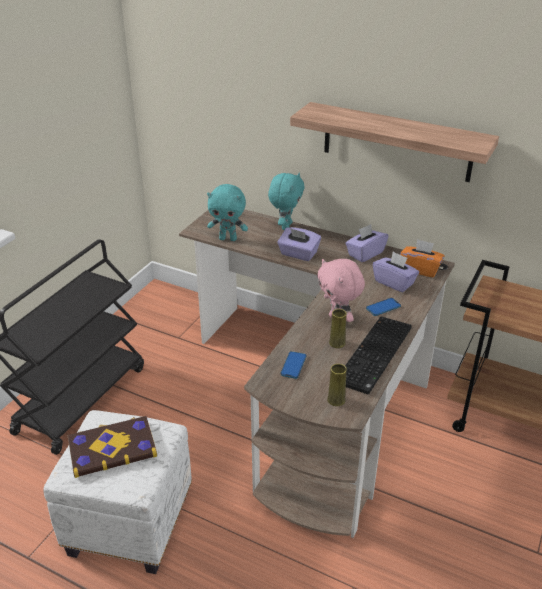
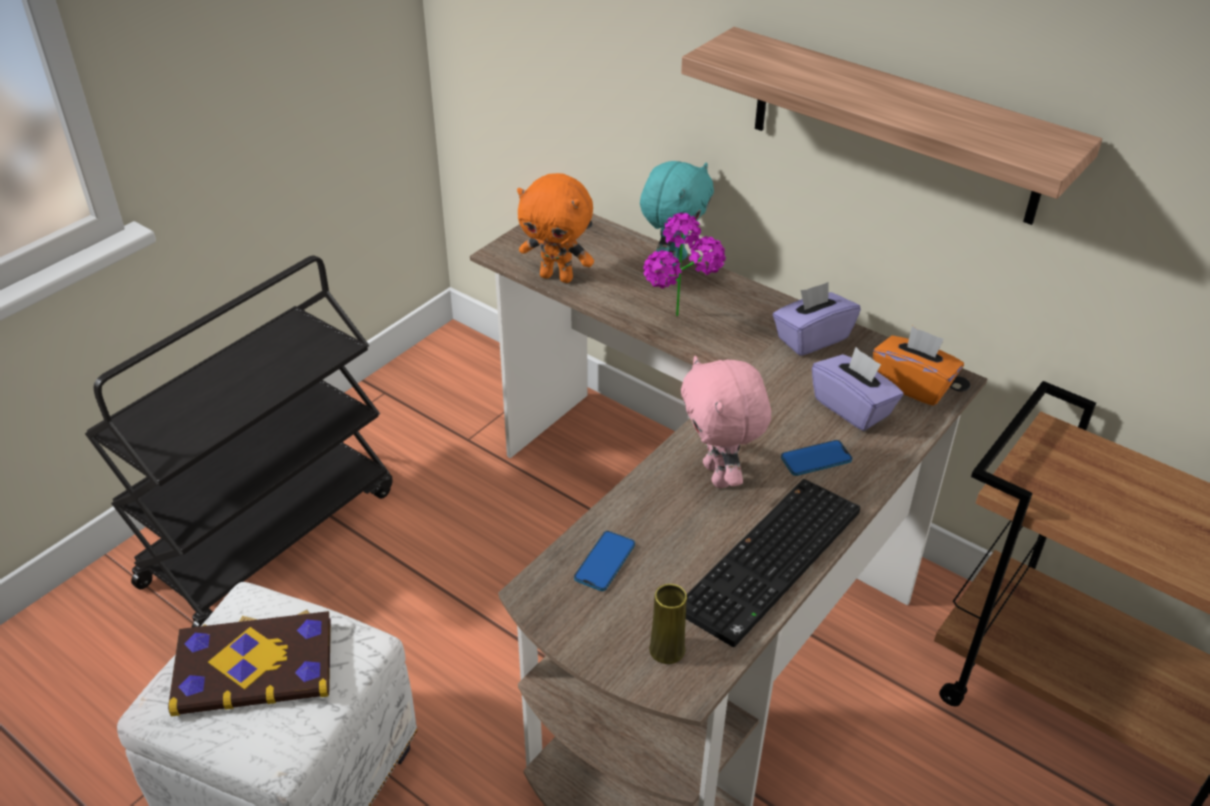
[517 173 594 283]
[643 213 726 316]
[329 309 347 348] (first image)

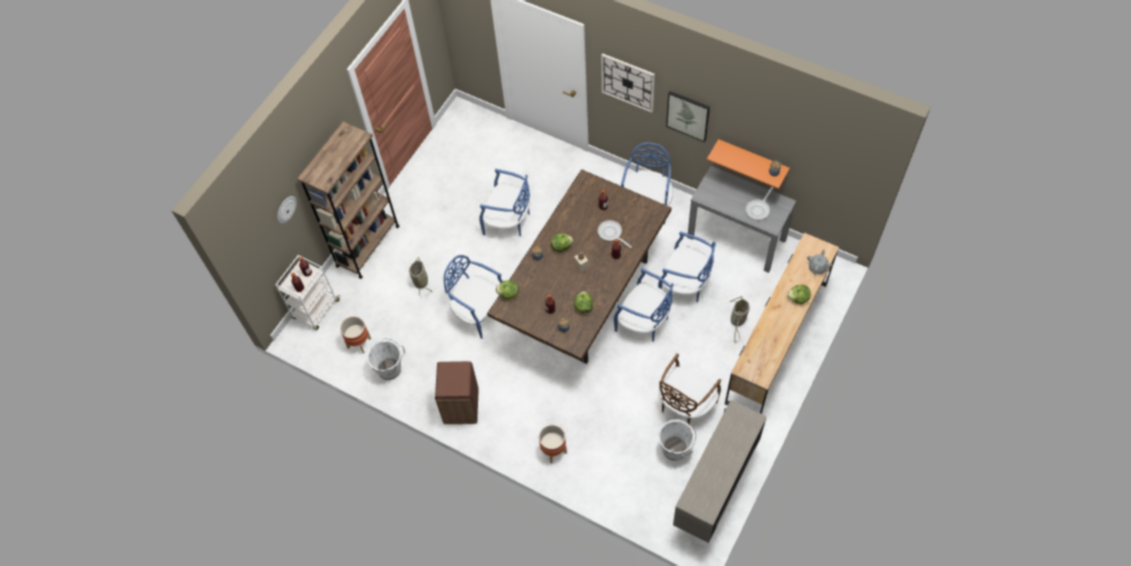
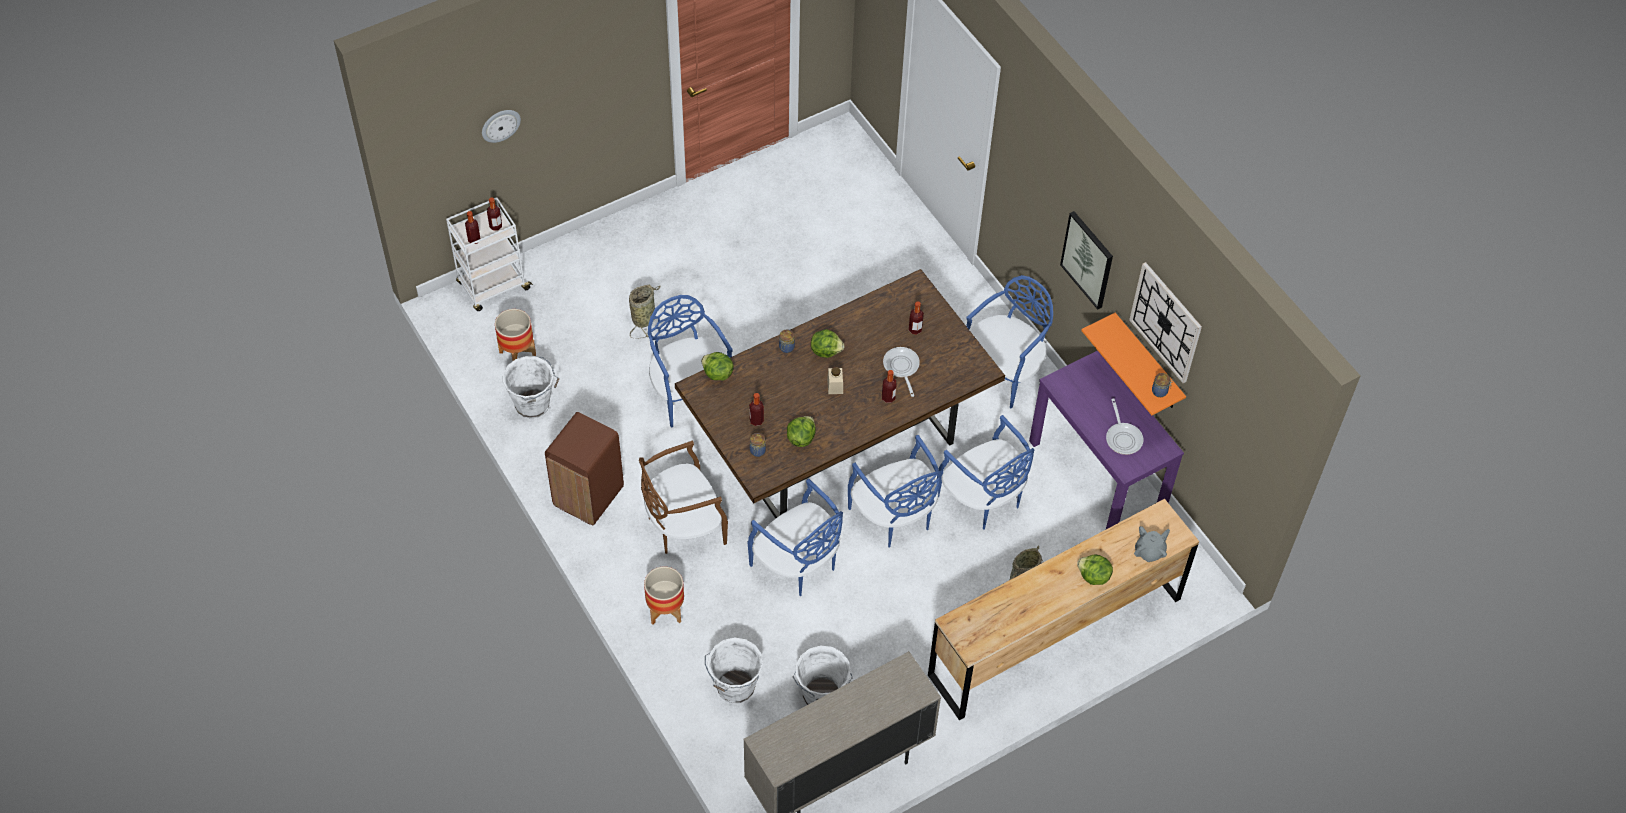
[639 441 728 554]
[705 638 763 703]
[747 479 843 596]
[1029 350 1184 529]
[1106 398 1144 455]
[1129 262 1202 383]
[297 121 400 279] (first image)

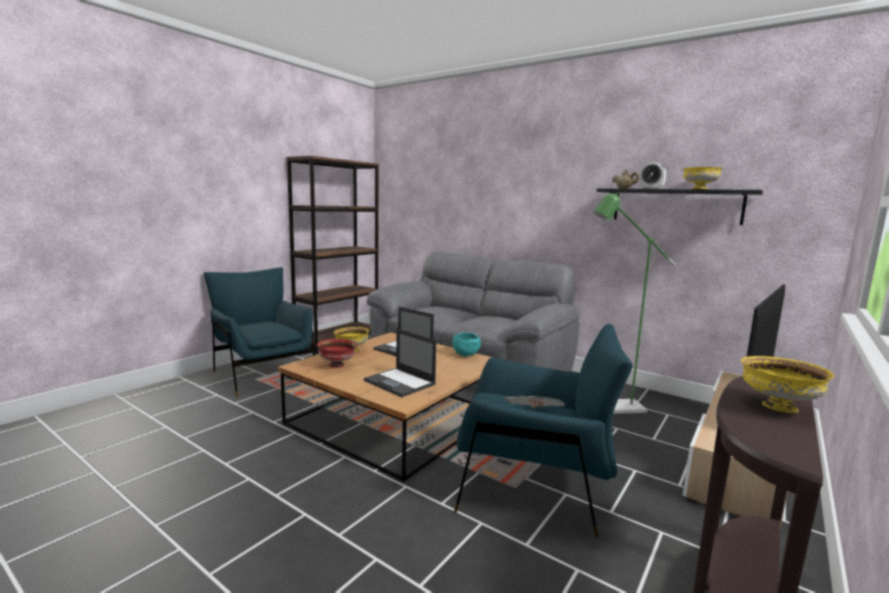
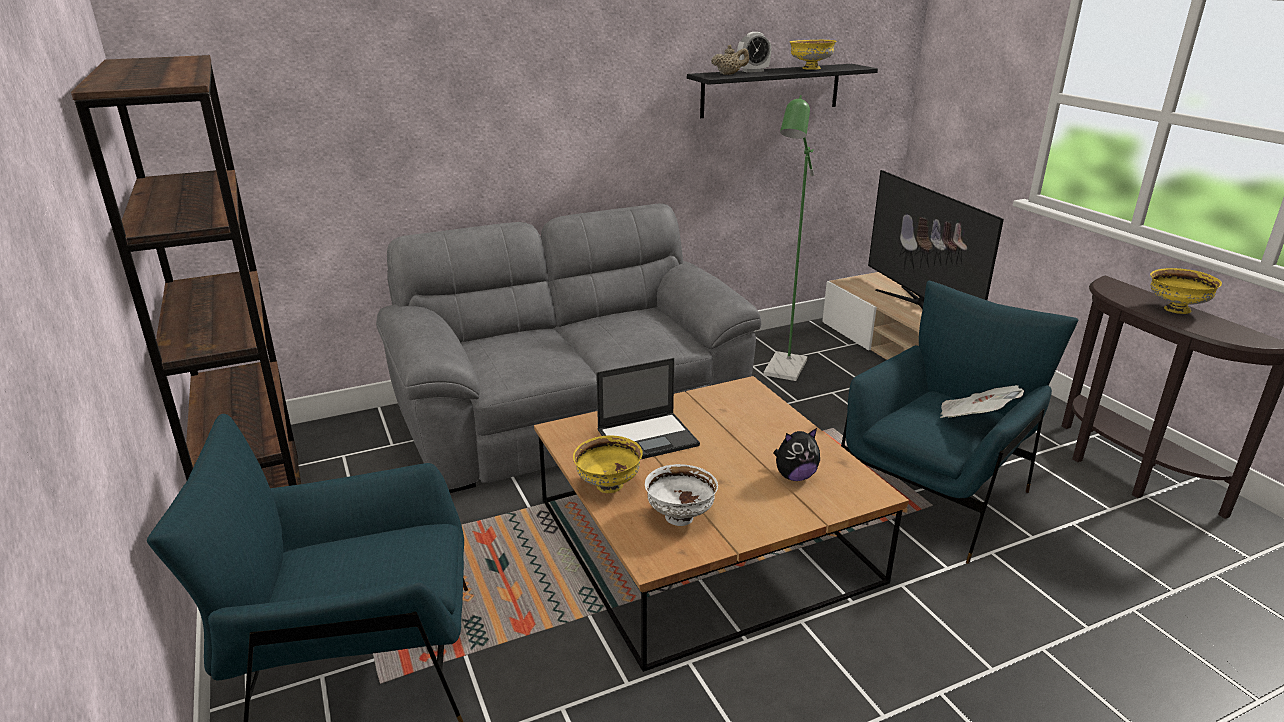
[645 464 718 526]
[773 428 820 481]
[452 332 481 356] (first image)

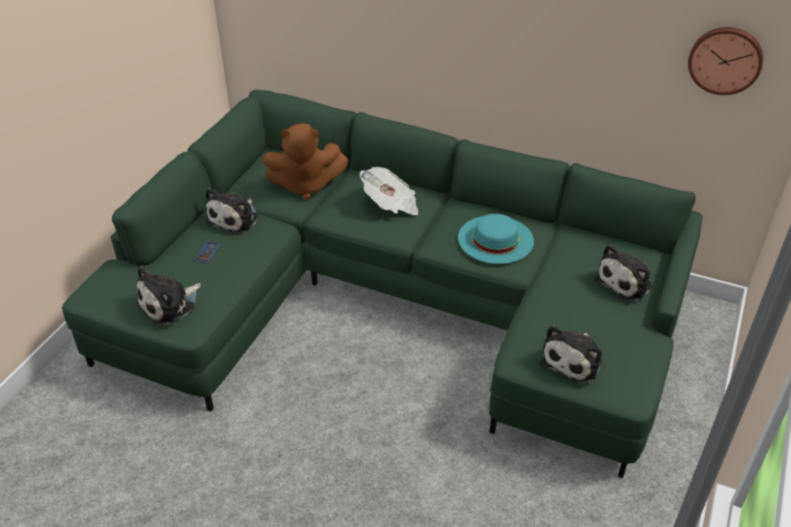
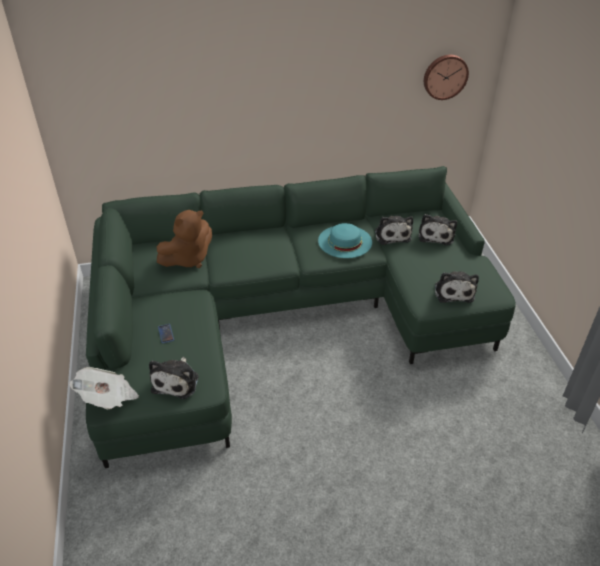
[69 367 139 409]
[375 216 413 245]

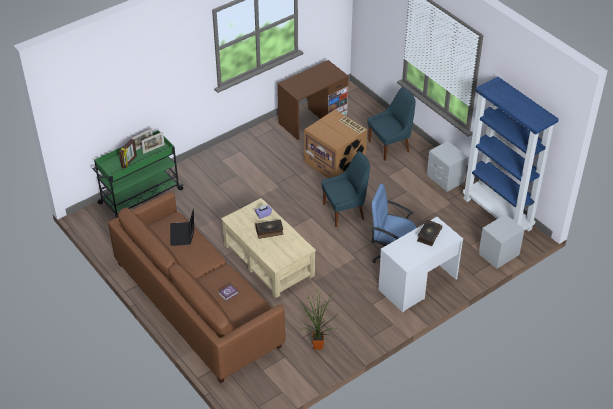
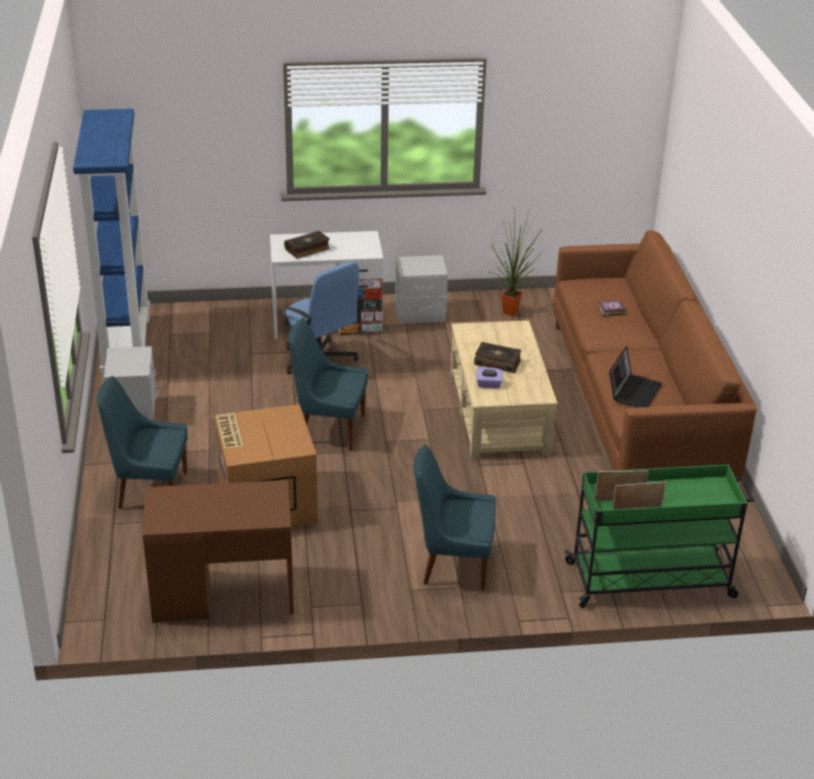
[395 255 448 324]
[414 445 496 591]
[119 139 137 169] (first image)

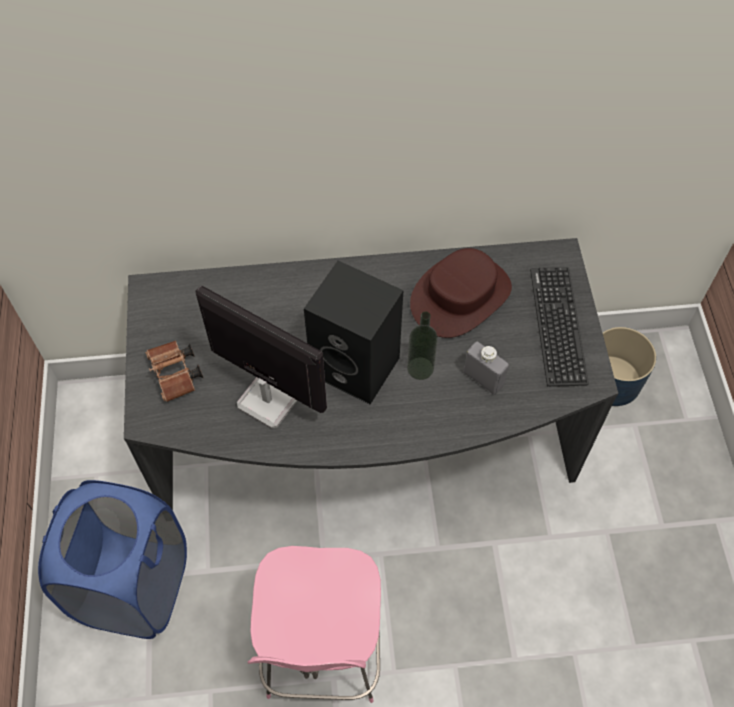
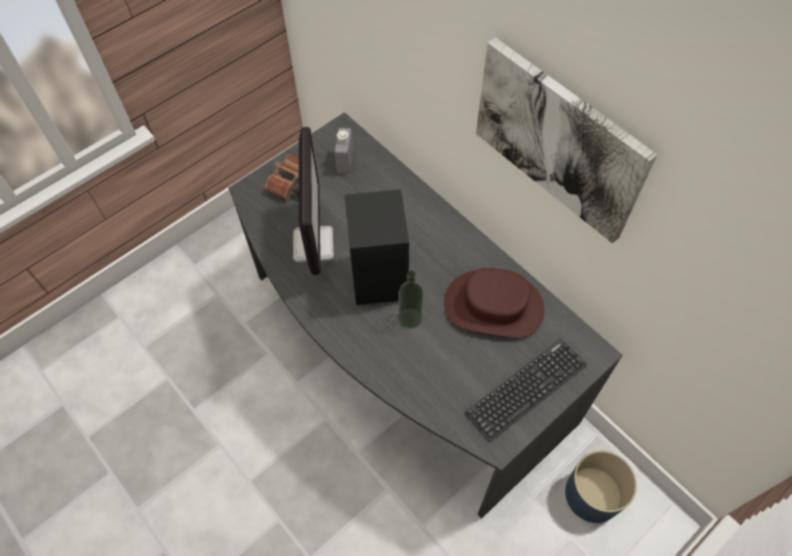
[335 128 354 174]
[476 37 658 243]
[38 480 187 639] (first image)
[247 546 381 703] (first image)

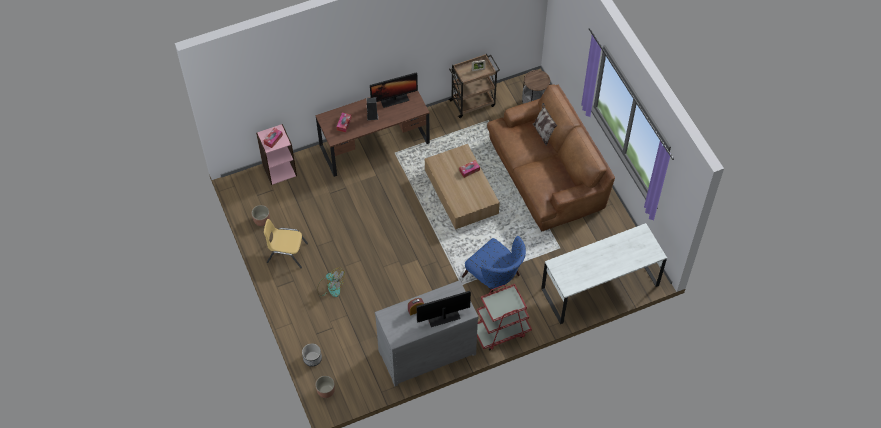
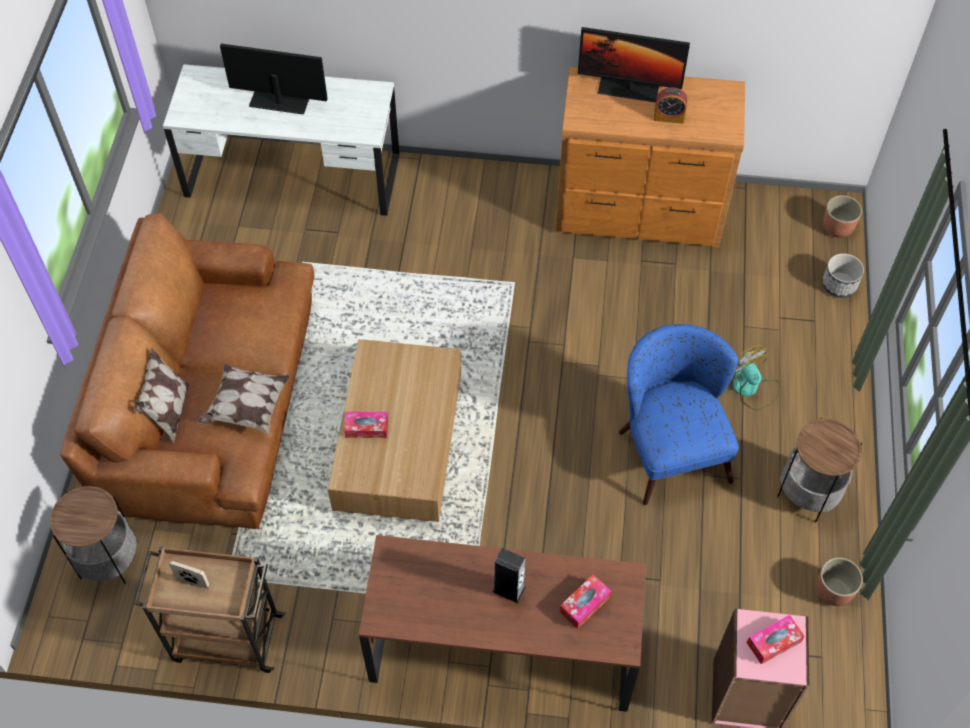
[199 363 290 434]
[220 44 328 115]
[555 67 745 248]
[619 324 739 505]
[777 418 862 523]
[477 284 532 351] (first image)

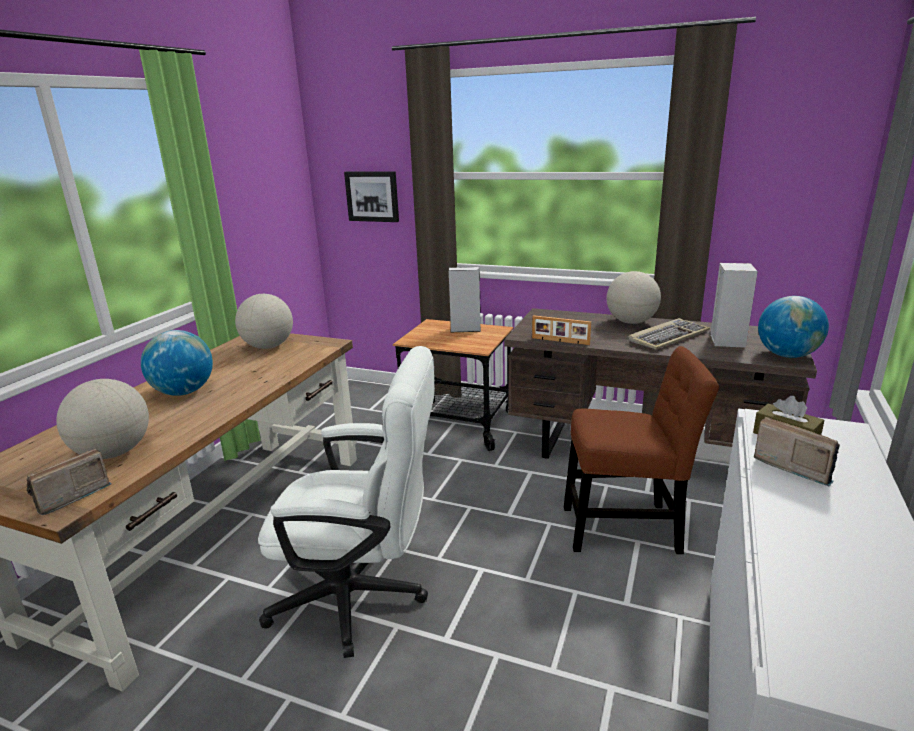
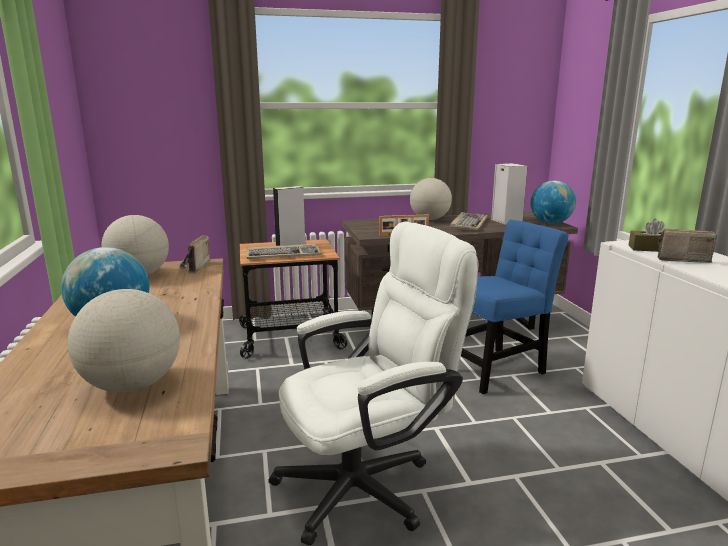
[179 235 210 273]
[246 244 322 259]
[461 219 568 394]
[344 171 399 222] (first image)

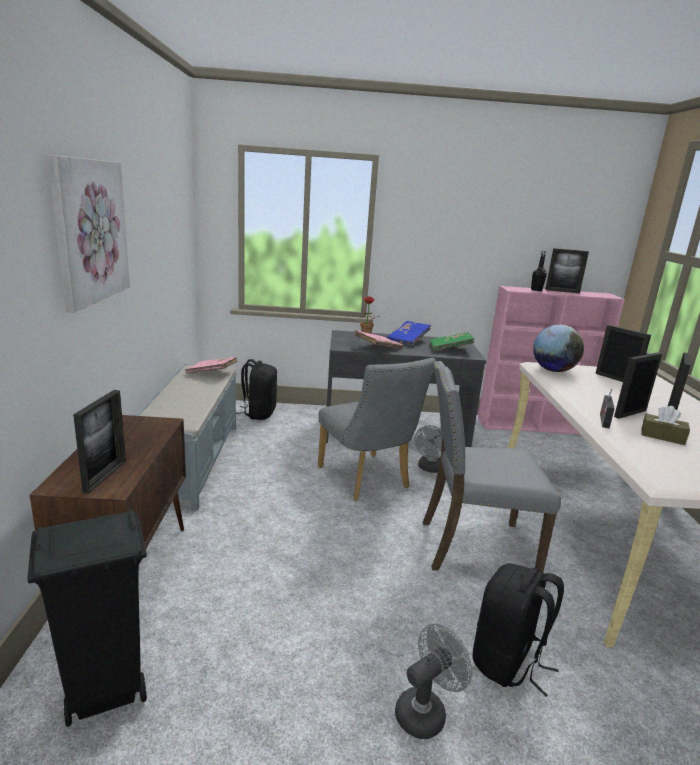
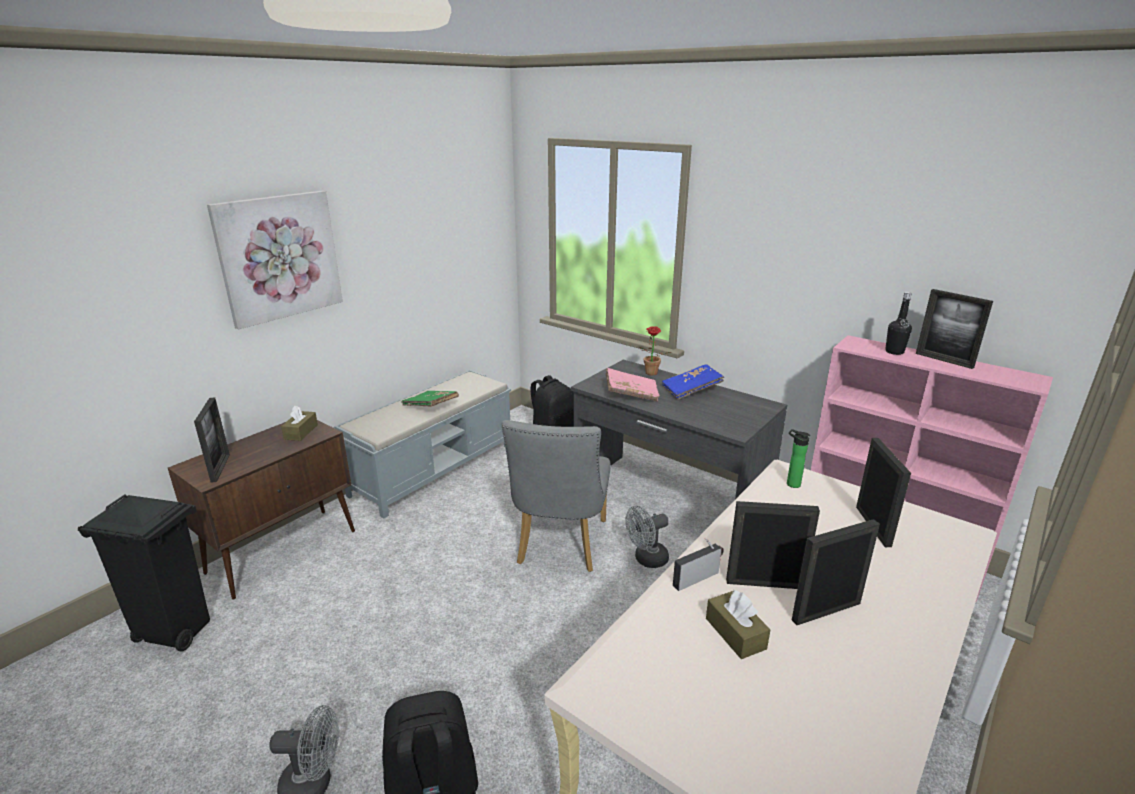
[194 397 230 483]
[281 406 318 441]
[401 391 459 407]
[787 429 810 488]
[185 357 238 373] (first image)
[423 361 561 572] (first image)

